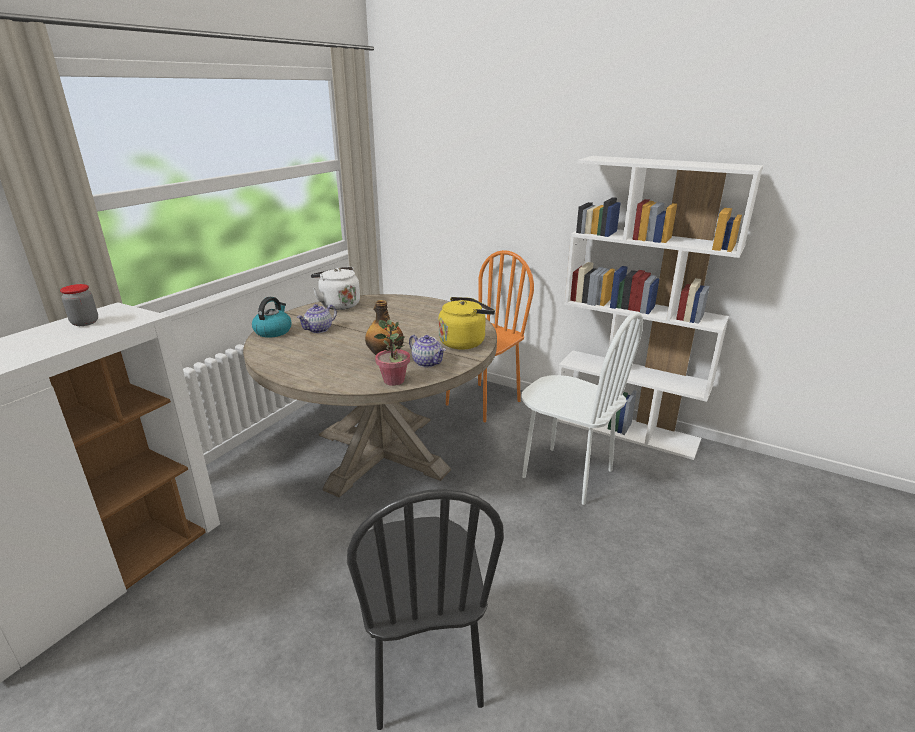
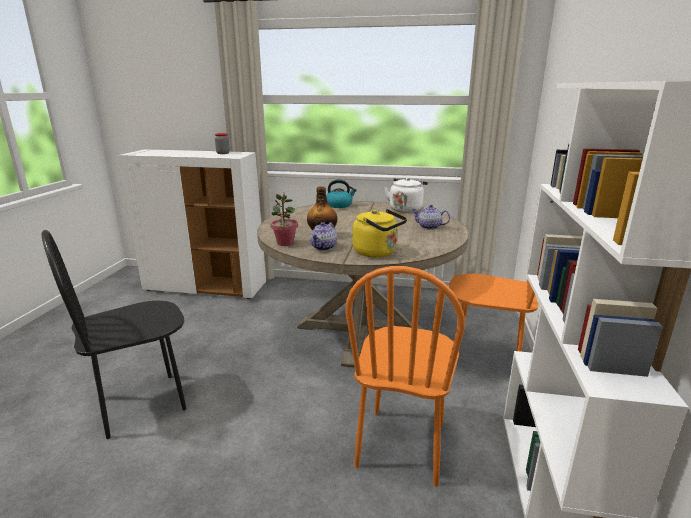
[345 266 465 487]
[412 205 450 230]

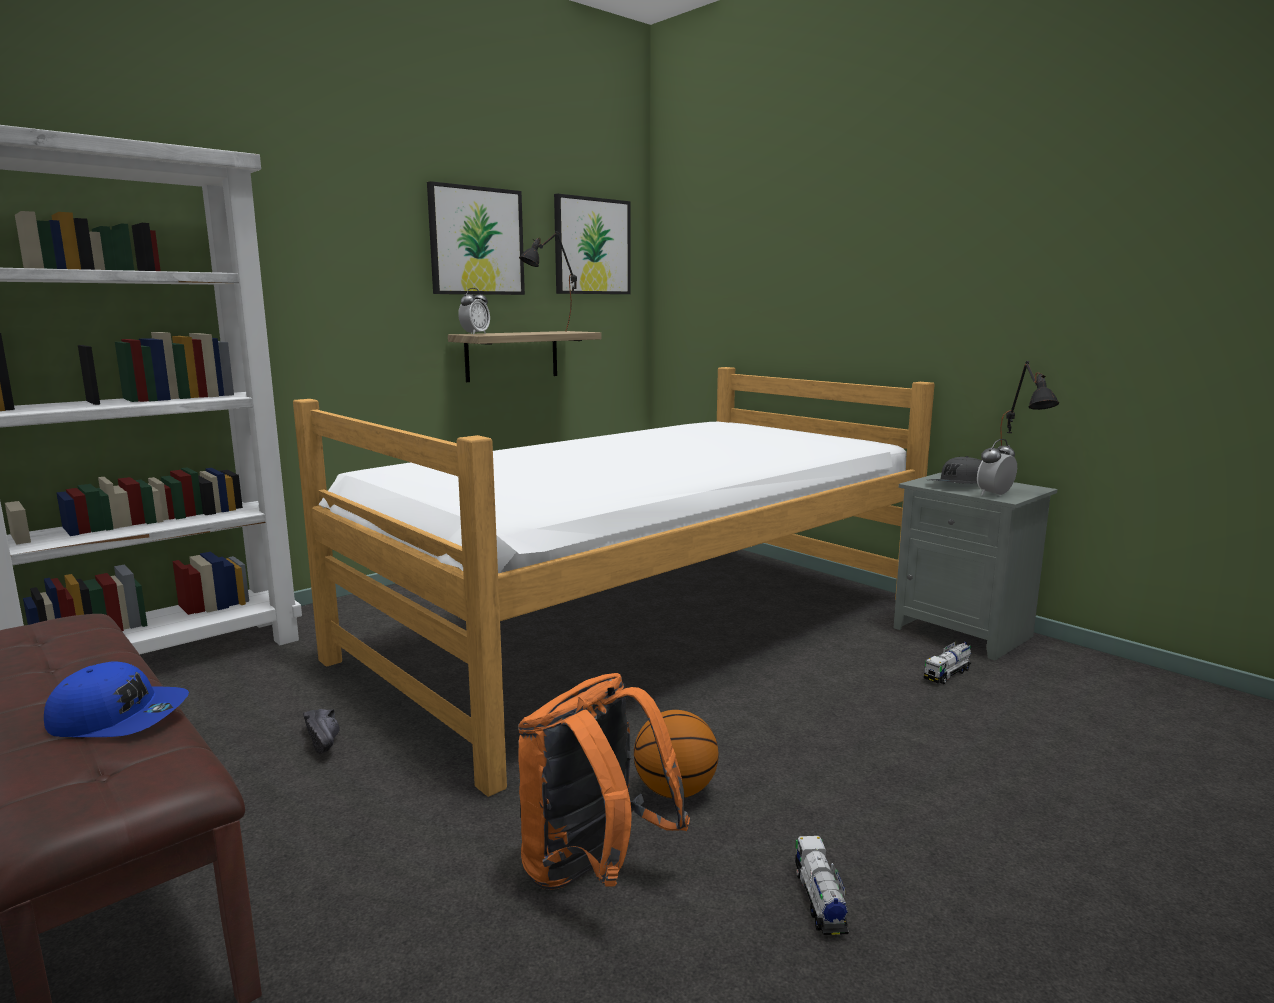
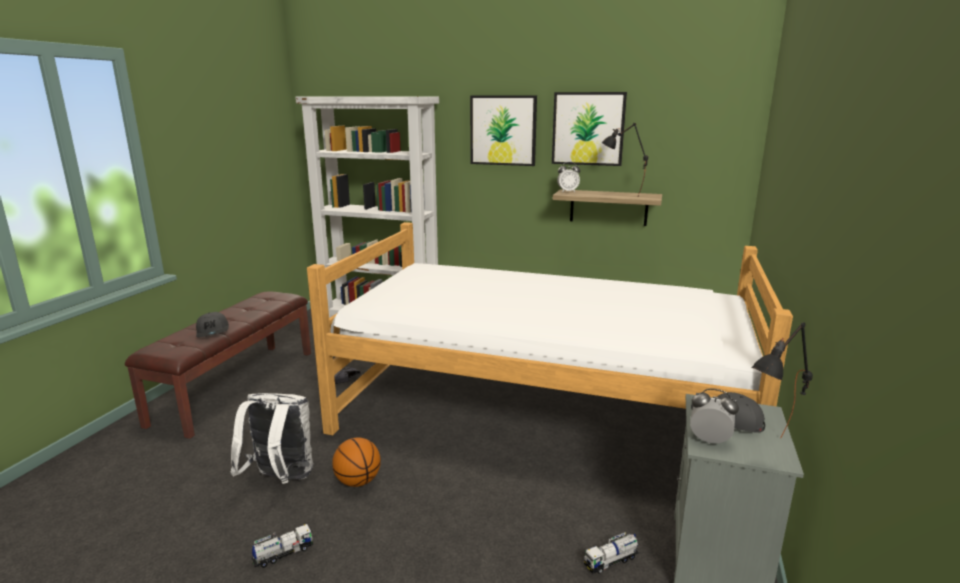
[196 312 229 338]
[230 393 313 484]
[470 95 537 166]
[584 532 639 574]

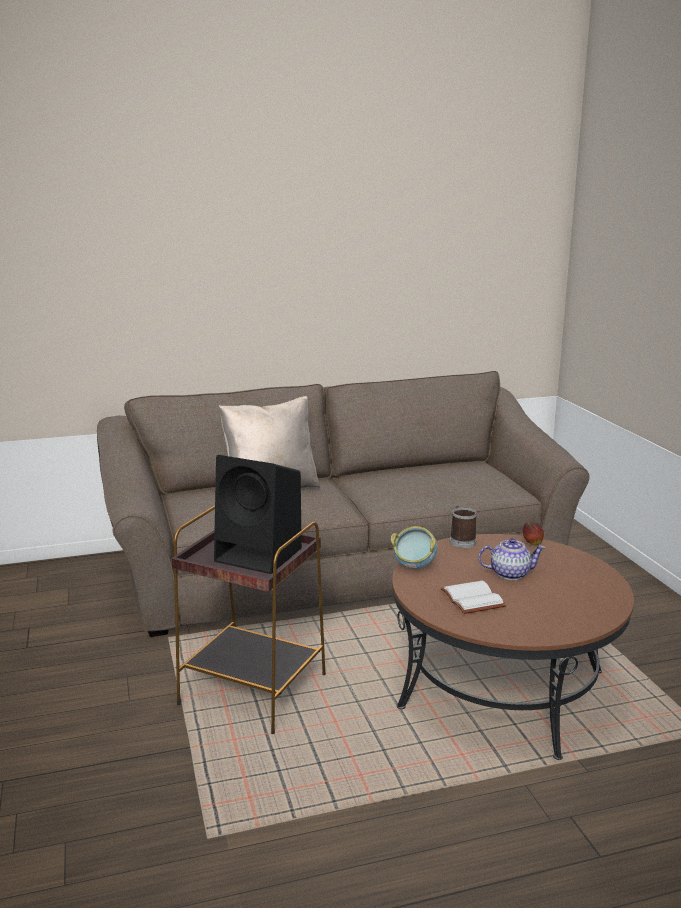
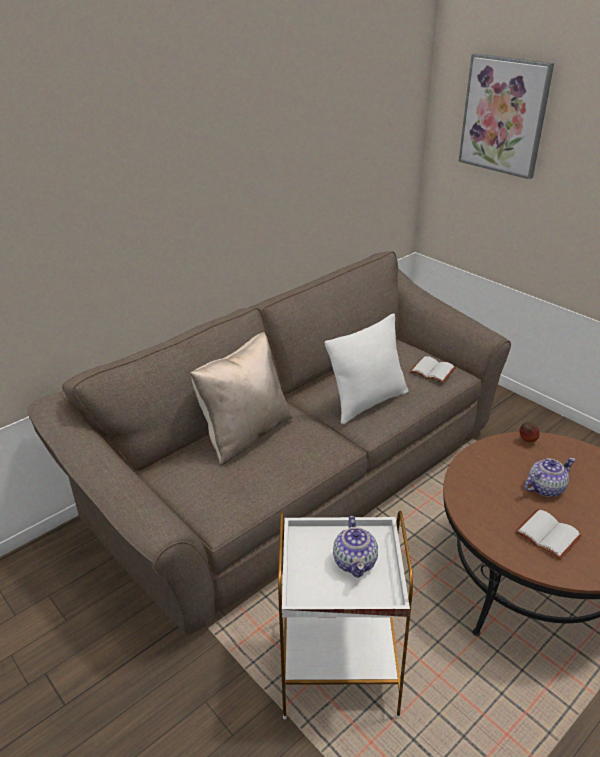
[278 511 413 720]
[325 313 408 424]
[333 516 378 578]
[409 356 456 383]
[458 54 554 179]
[391 526 437 569] (first image)
[449 506 477 548] (first image)

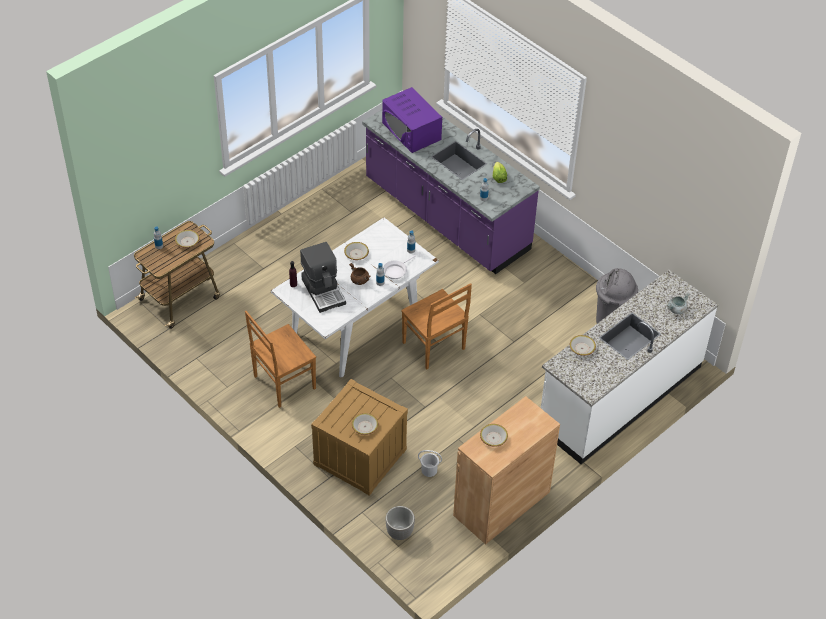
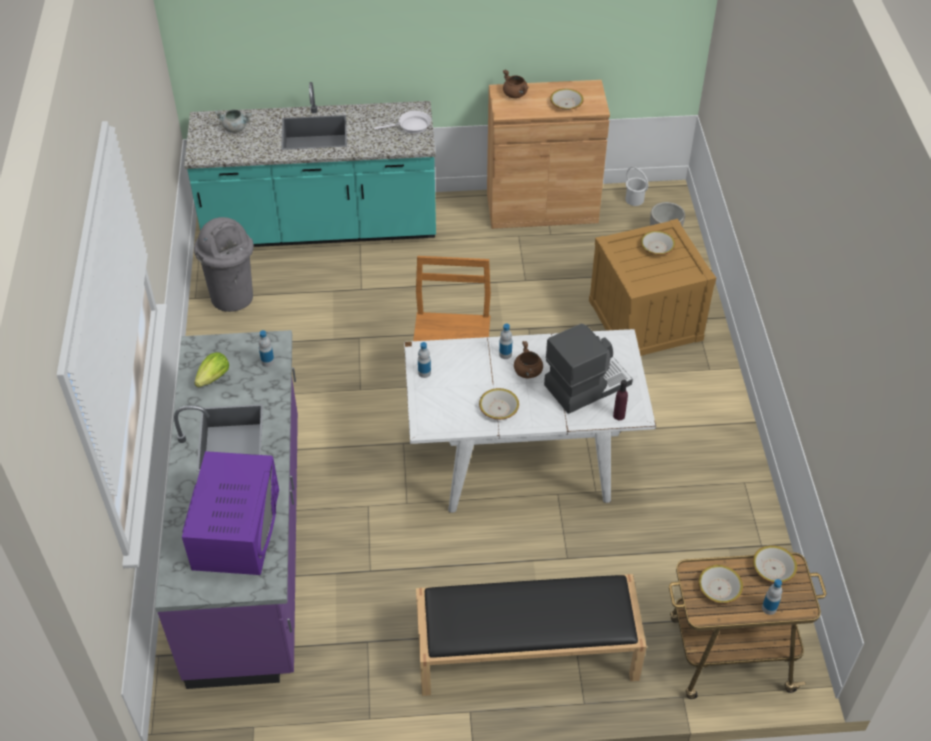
[184 82 436 247]
[374 111 431 134]
[416 574 647 696]
[503 70 529 98]
[544 324 633 414]
[625 167 648 206]
[753 545 797 583]
[245 311 316 408] (first image)

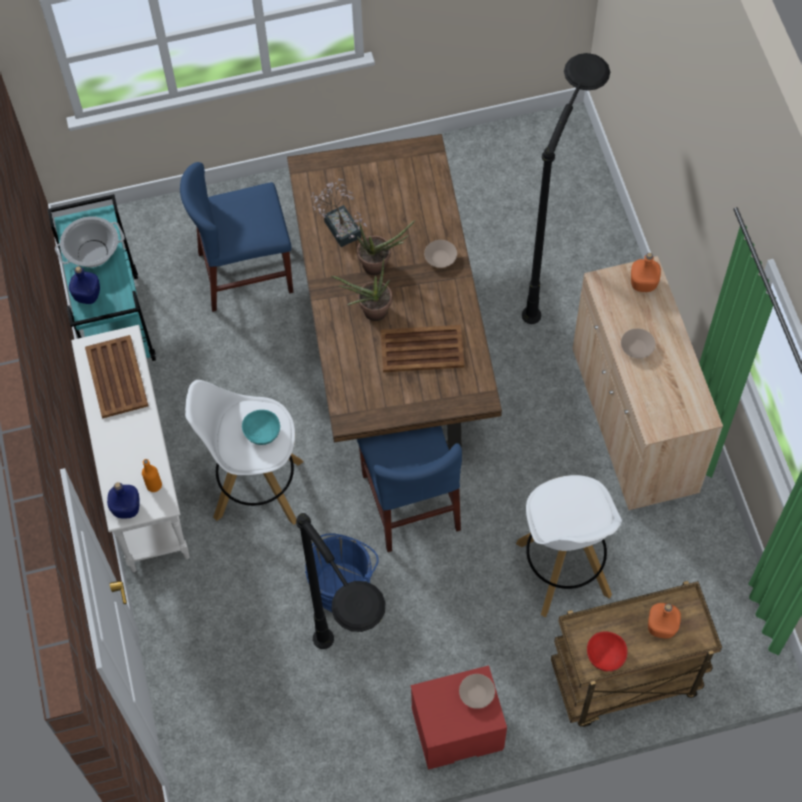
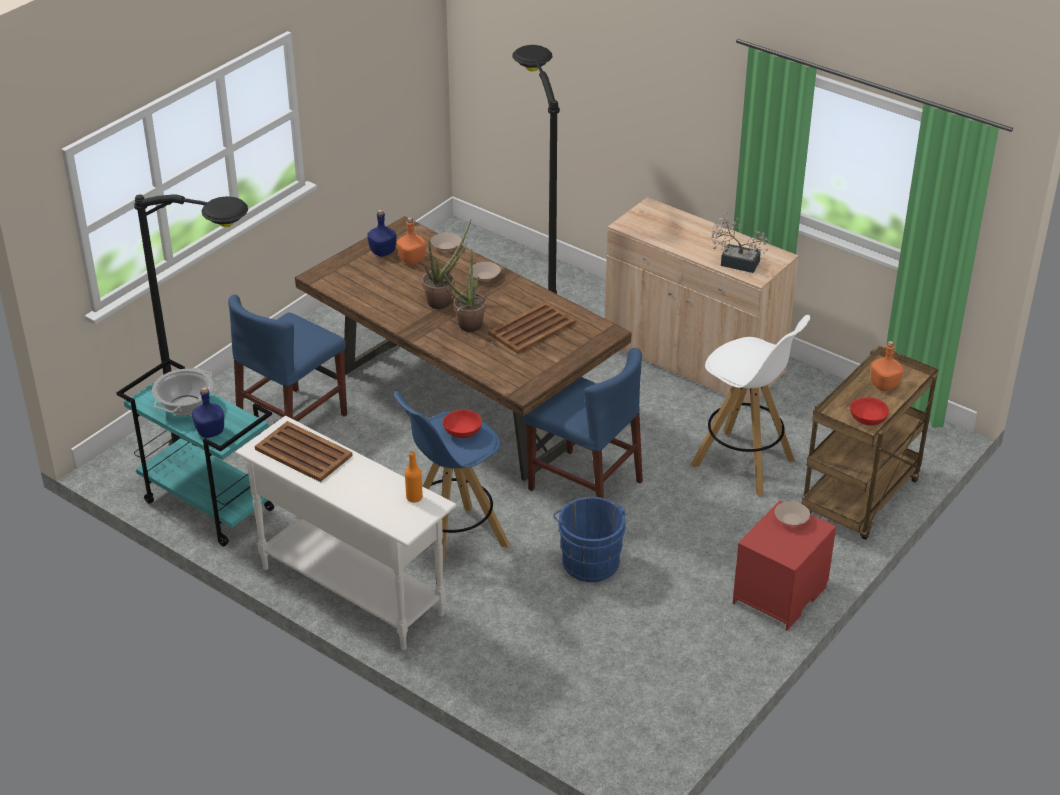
[134 194 248 446]
[367 209 396 257]
[394 391 509 579]
[397 217 426 265]
[431 233 461 251]
[443 409 482 438]
[712 212 768 273]

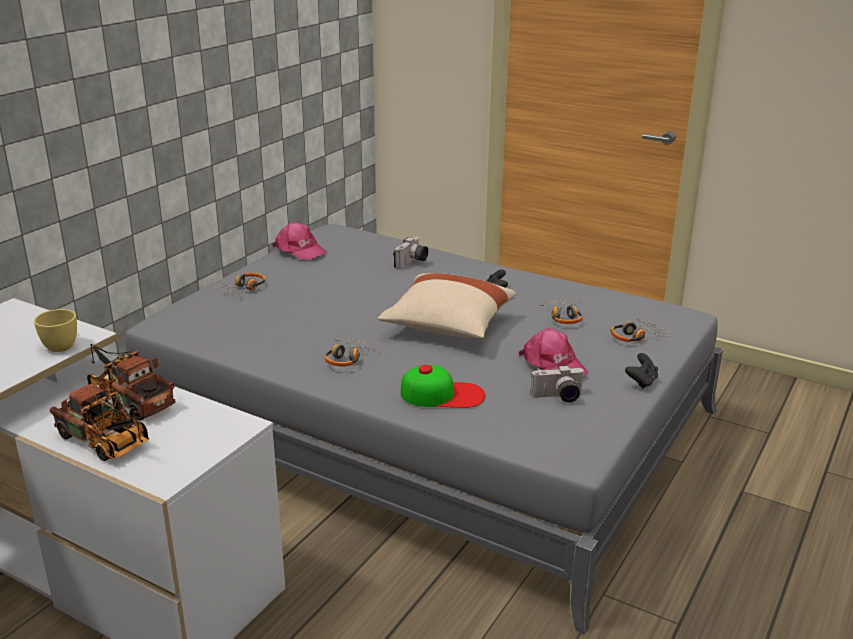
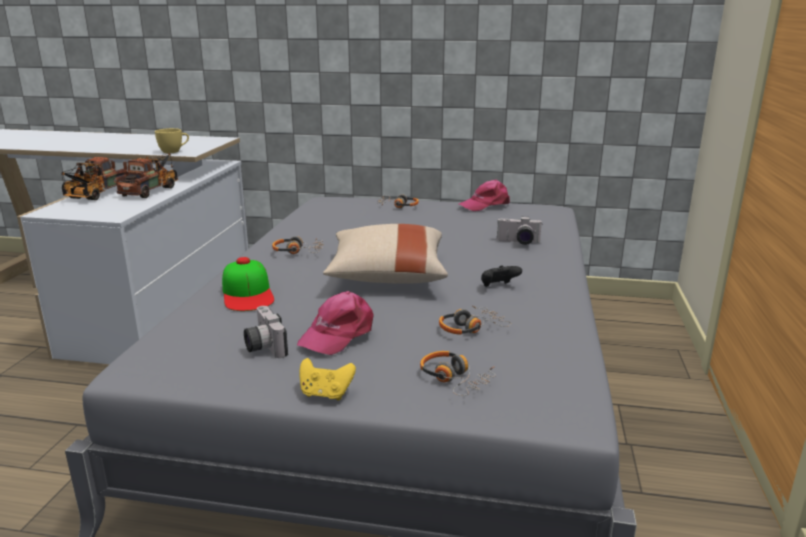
[299 358 356 401]
[459 180 510 211]

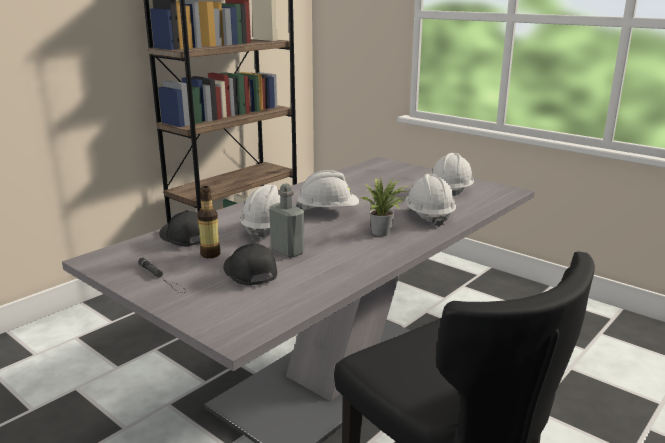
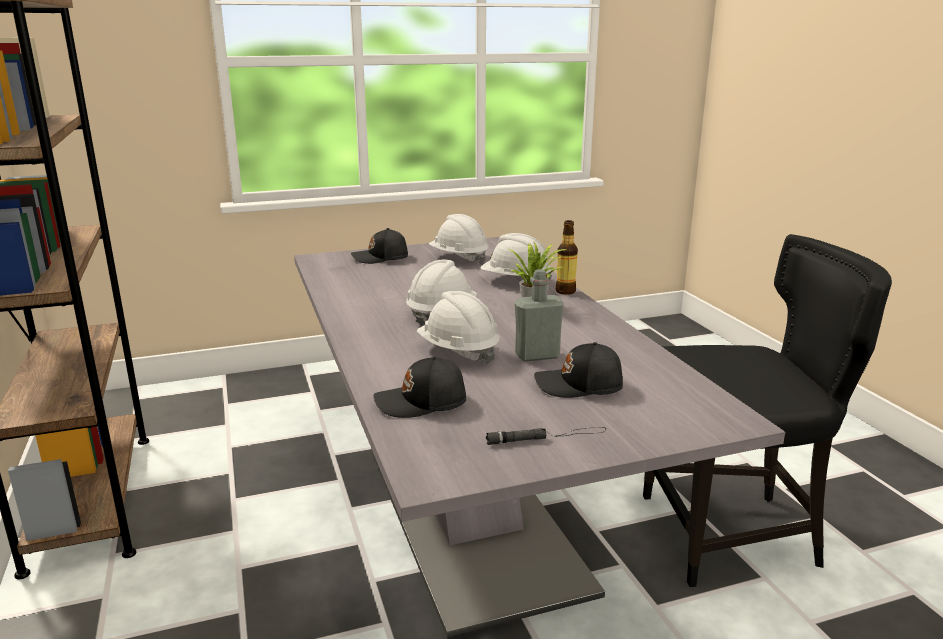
[351 228 408 264]
[556 220 578 295]

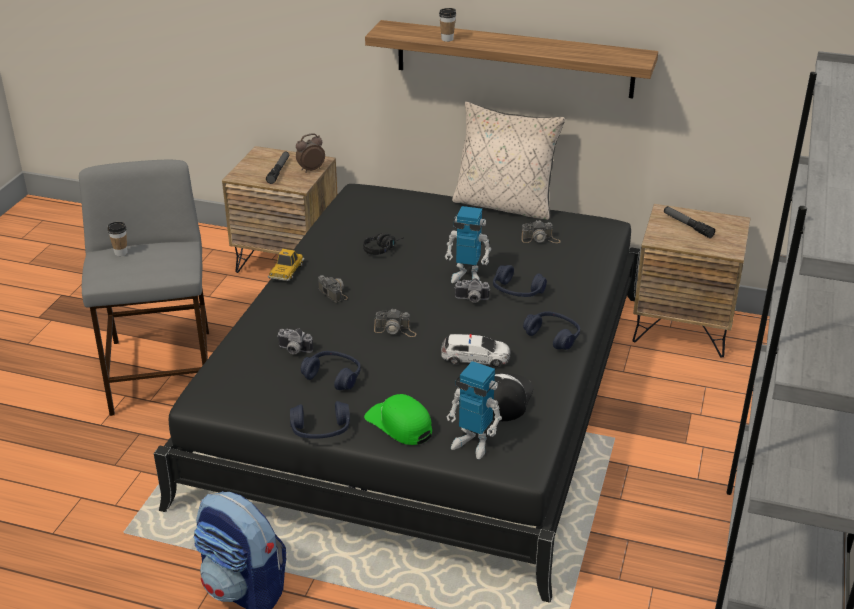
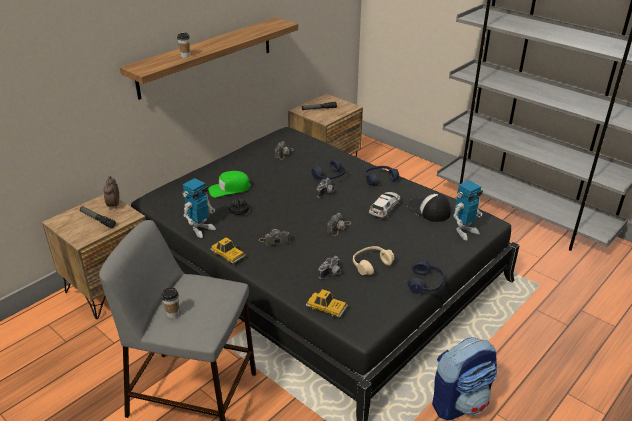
[182 178 216 238]
[208 171 251 197]
[306 289 348 318]
[353 246 394 275]
[452 101 565 220] (first image)

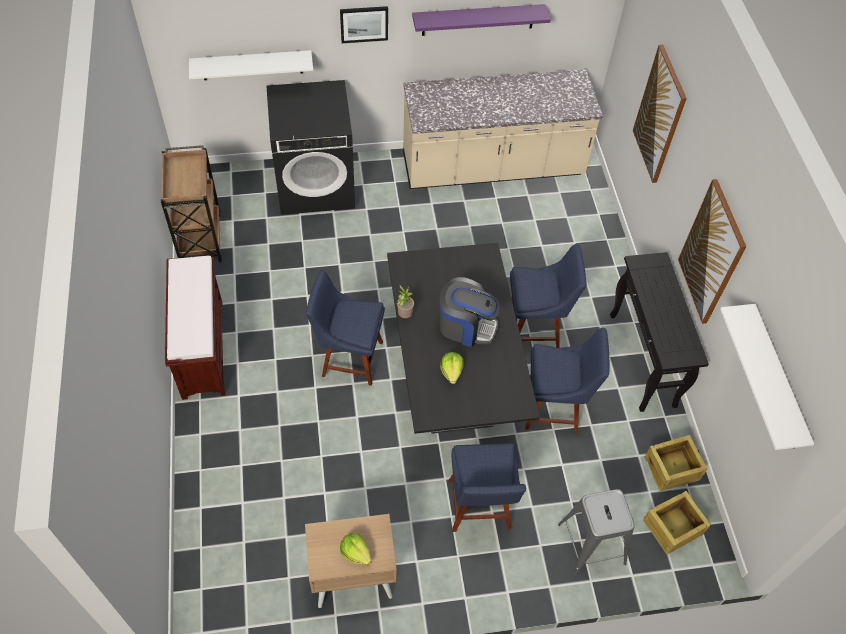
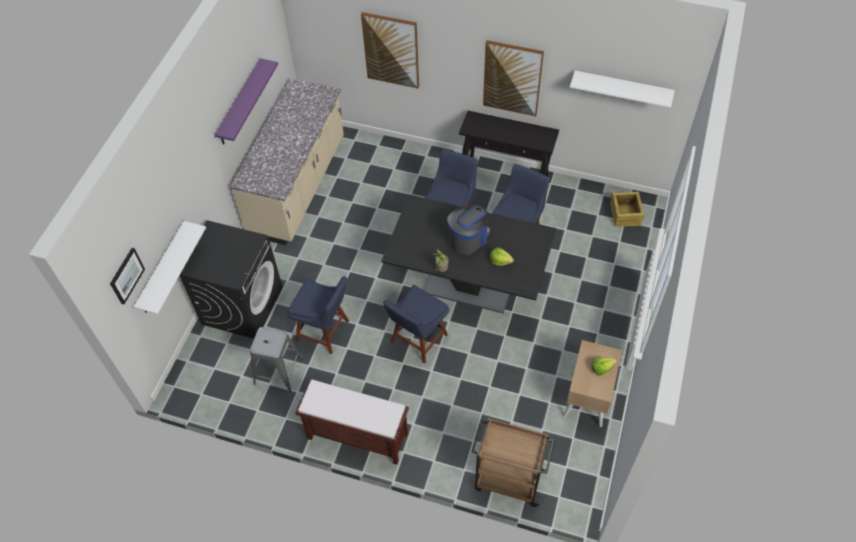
[110 248 145 304]
[250 327 303 392]
[287 276 349 354]
[471 418 555 507]
[645 435 707 492] (first image)

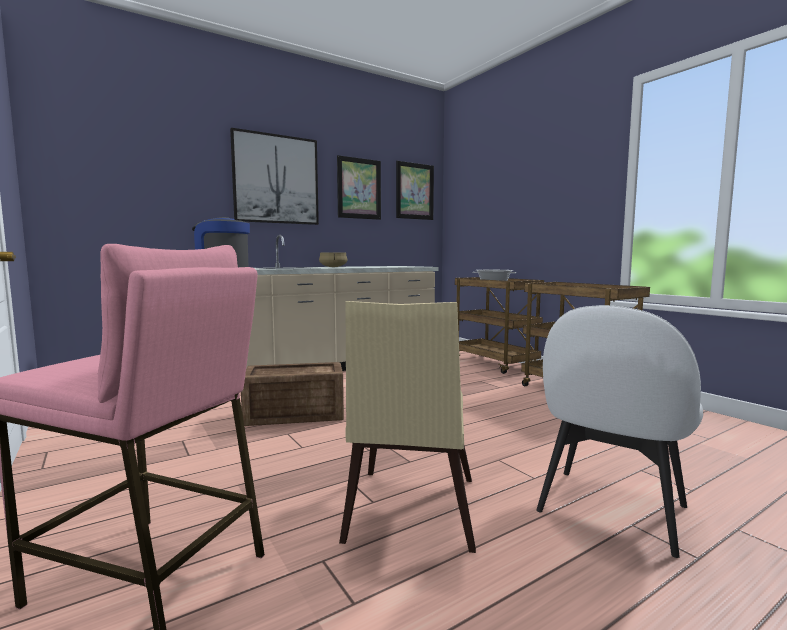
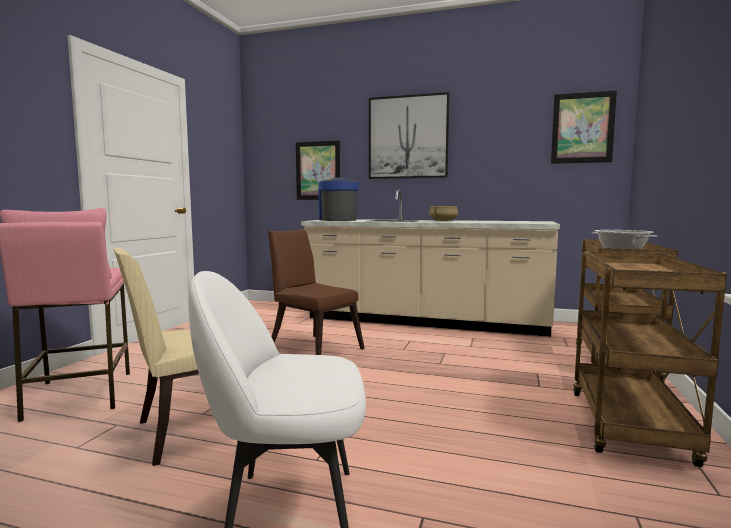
[268 229 365 355]
[296 140 340 200]

